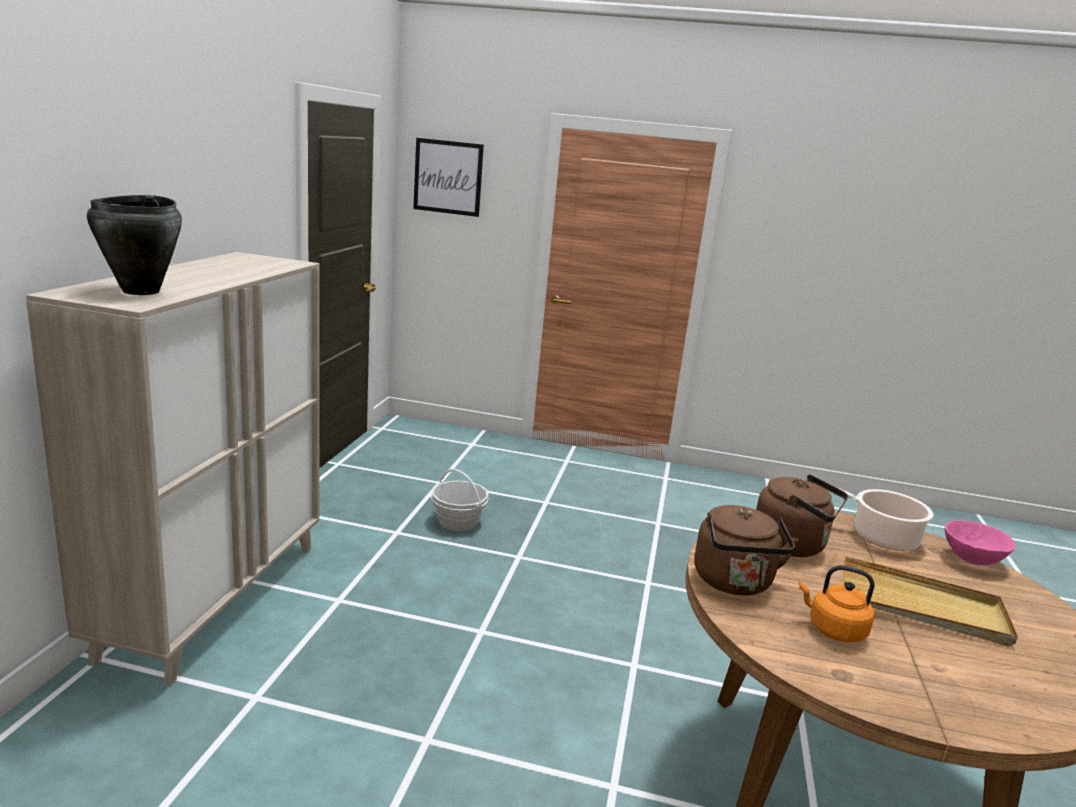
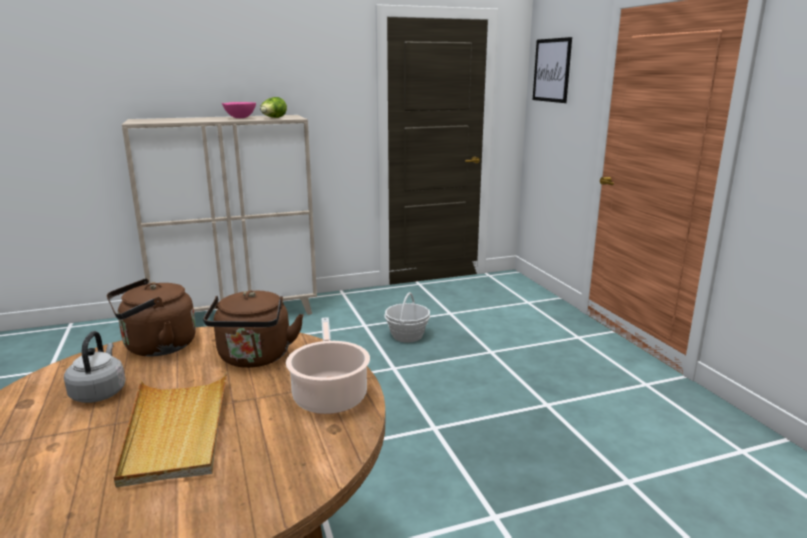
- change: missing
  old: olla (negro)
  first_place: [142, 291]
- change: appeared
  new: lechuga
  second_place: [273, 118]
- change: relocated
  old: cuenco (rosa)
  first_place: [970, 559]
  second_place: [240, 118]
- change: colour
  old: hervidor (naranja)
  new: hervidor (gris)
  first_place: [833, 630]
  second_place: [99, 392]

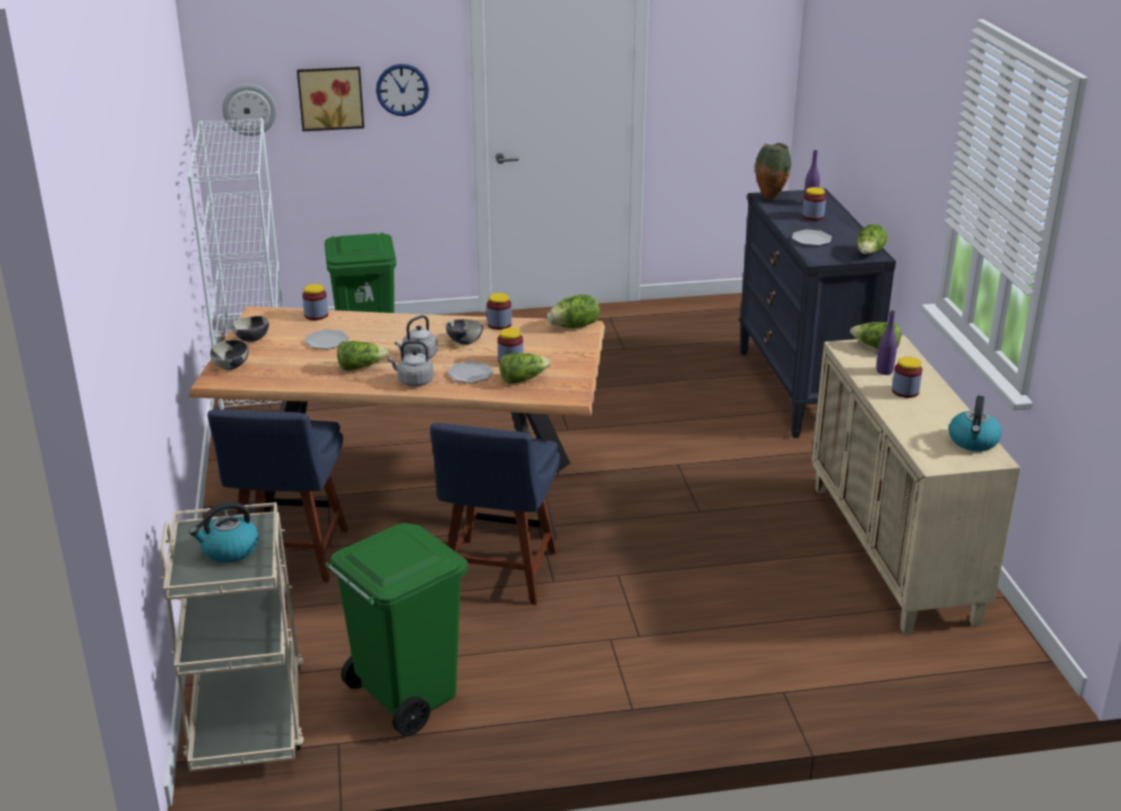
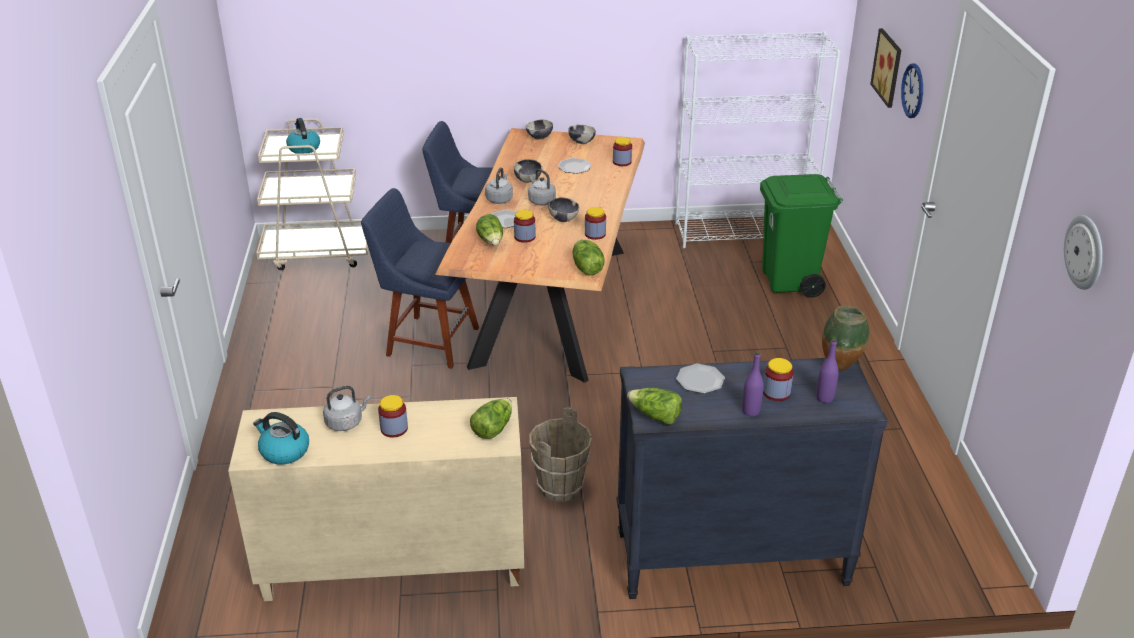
- change: missing
  old: papelera (verde)
  first_place: [404, 696]
- change: appeared
  new: hervidor (gris)
  second_place: [346, 422]
- change: appeared
  new: cubo (marrón)
  second_place: [561, 487]
- change: relocated
  old: reloj de pared
  first_place: [249, 109]
  second_place: [1085, 252]
- change: relocated
  old: botella (morado)
  first_place: [884, 371]
  second_place: [750, 411]
- change: exchanged
  old: lechuga
  new: cuenco
  first_place: [360, 367]
  second_place: [528, 180]

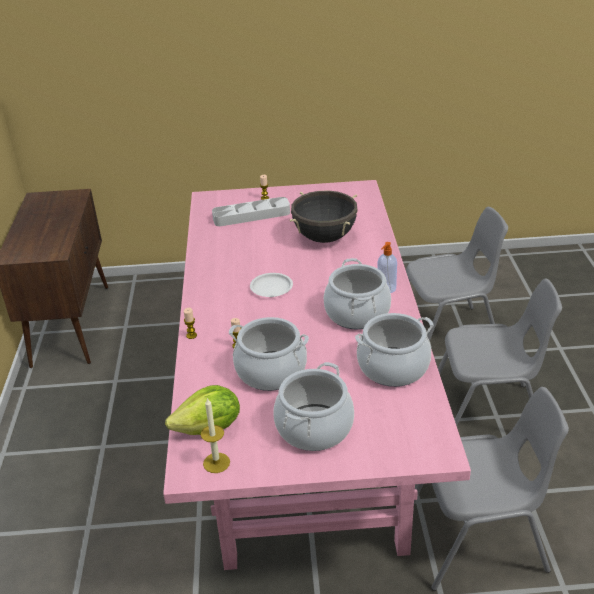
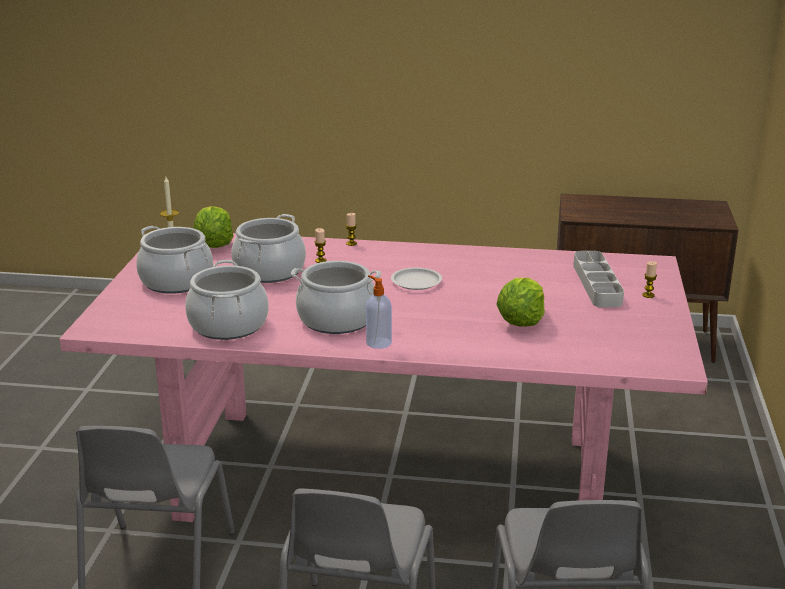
- change: exchanged
  old: olla (negro)
  new: lechuga
  first_place: [325, 238]
  second_place: [521, 321]

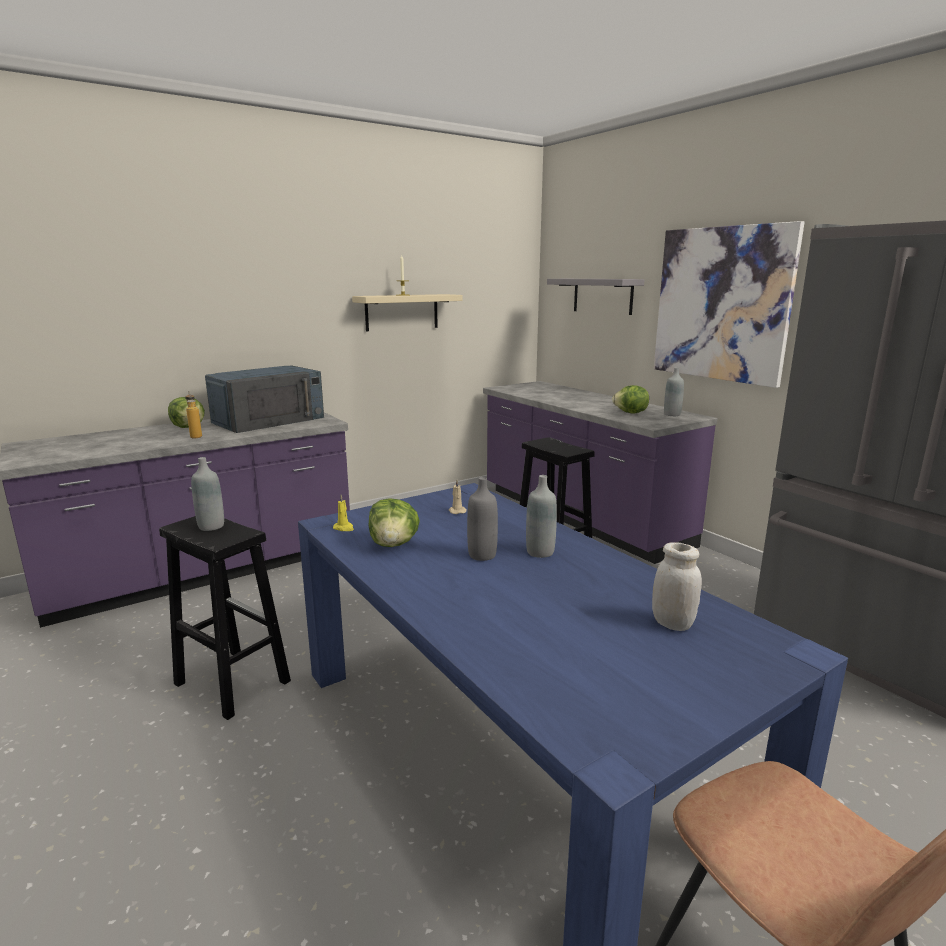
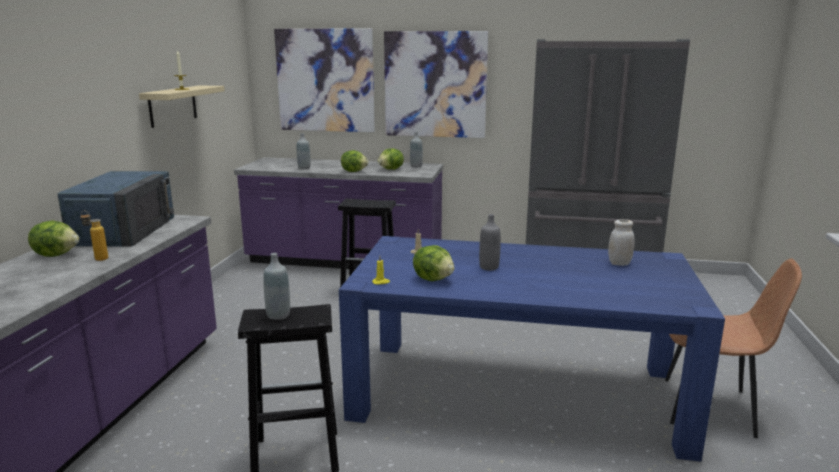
- change: appeared
  new: lechuga
  second_place: [354, 171]
- change: relocated
  old: botella (gris)
  first_place: [540, 552]
  second_place: [304, 168]
- change: exchanged
  old: estante (gris)
  new: cuadro
  first_place: [602, 296]
  second_place: [325, 80]

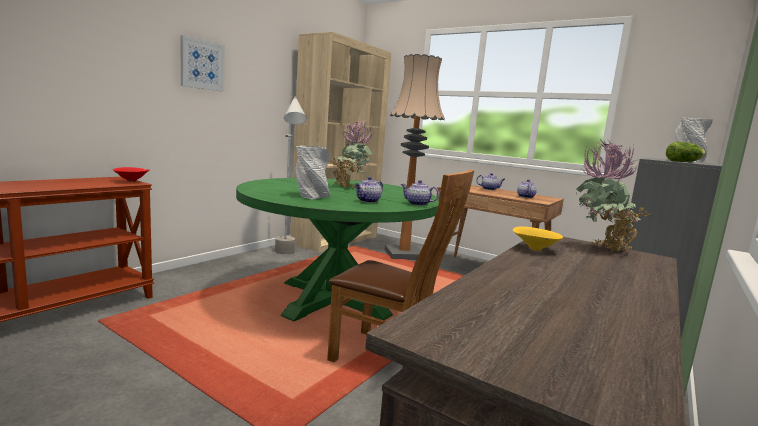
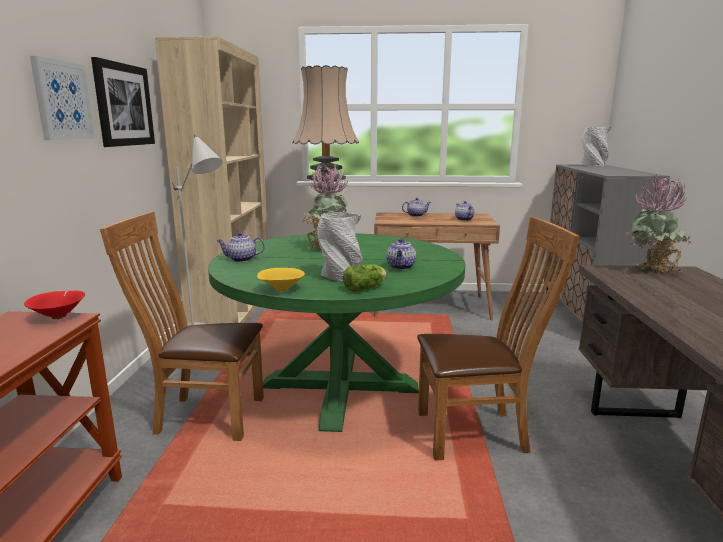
- change: appeared
  new: cuadro
  second_place: [123, 105]
- change: appeared
  new: silla (marrón)
  second_place: [204, 416]
- change: relocated
  old: tetera
  first_place: [417, 204]
  second_place: [241, 259]
- change: relocated
  old: cuenco (amarillo)
  first_place: [533, 249]
  second_place: [280, 290]
- change: relocated
  old: lechuga
  first_place: [684, 162]
  second_place: [366, 288]

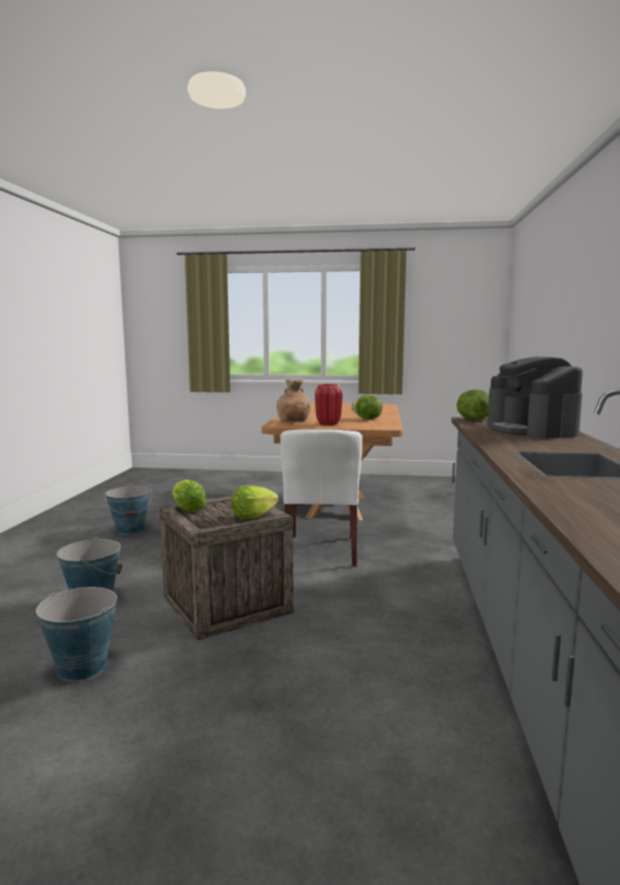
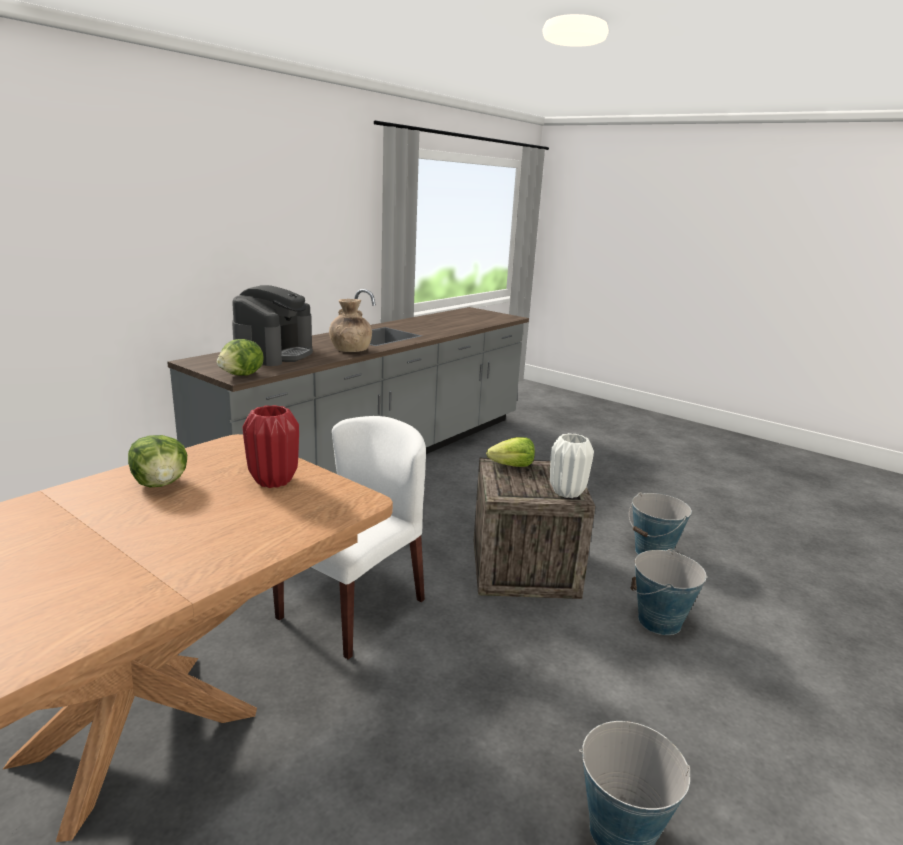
- change: relocated
  old: florero (marrón)
  first_place: [293, 421]
  second_place: [350, 350]
- change: exchanged
  old: lechuga
  new: florero (blanco)
  first_place: [187, 509]
  second_place: [567, 492]

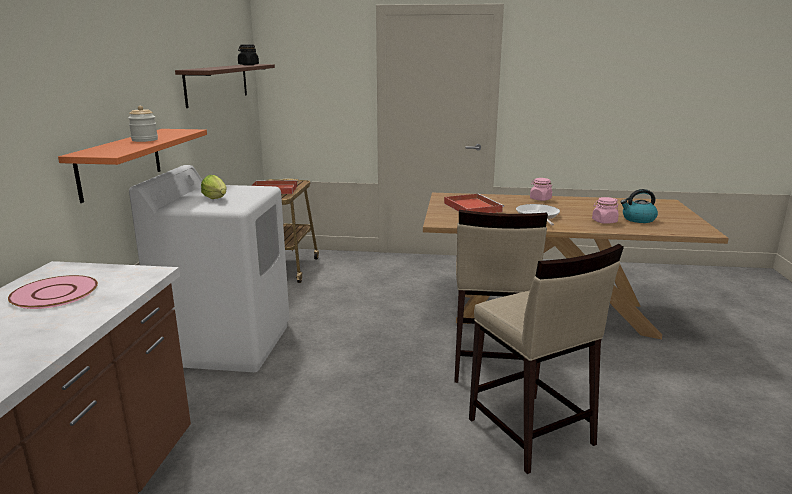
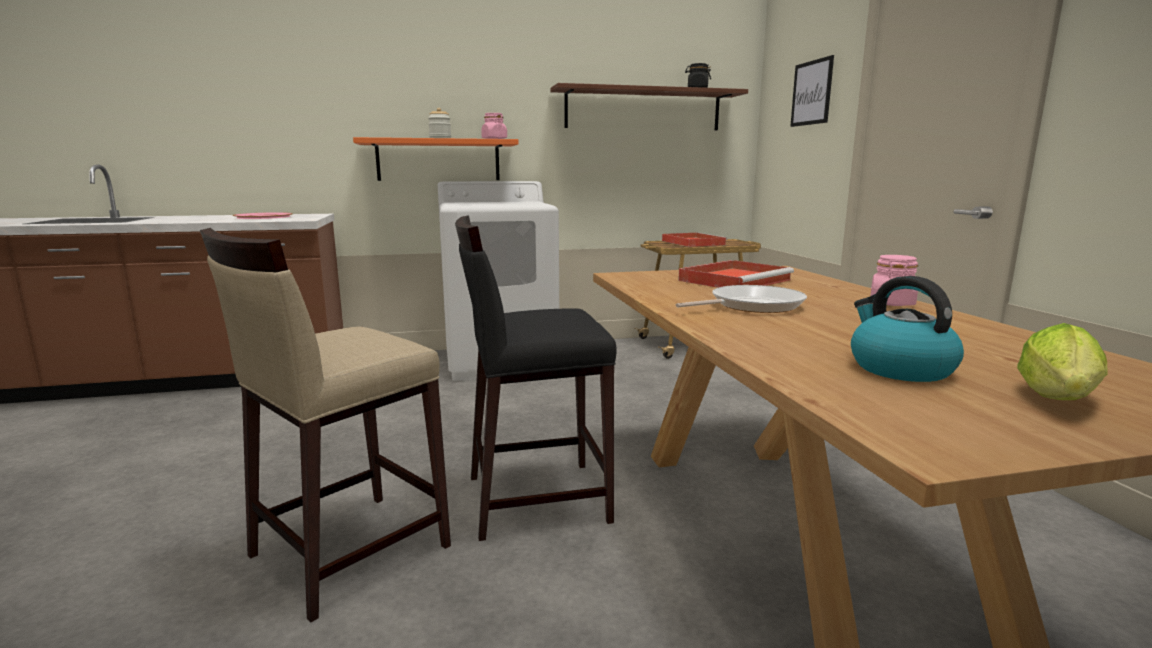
- change: appeared
  new: cuadro
  second_place: [811, 93]
- change: relocated
  old: lechuga
  first_place: [217, 199]
  second_place: [1058, 402]
- change: relocated
  old: tarro (rosa)
  first_place: [604, 221]
  second_place: [494, 139]
- change: colour
  old: taburete (beis)
  new: taburete (negro)
  first_place: [490, 364]
  second_place: [535, 498]

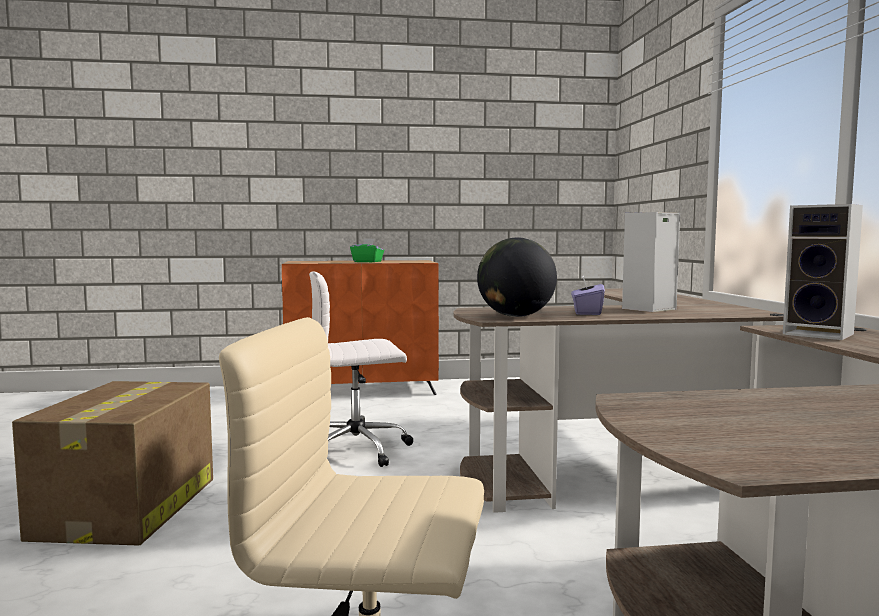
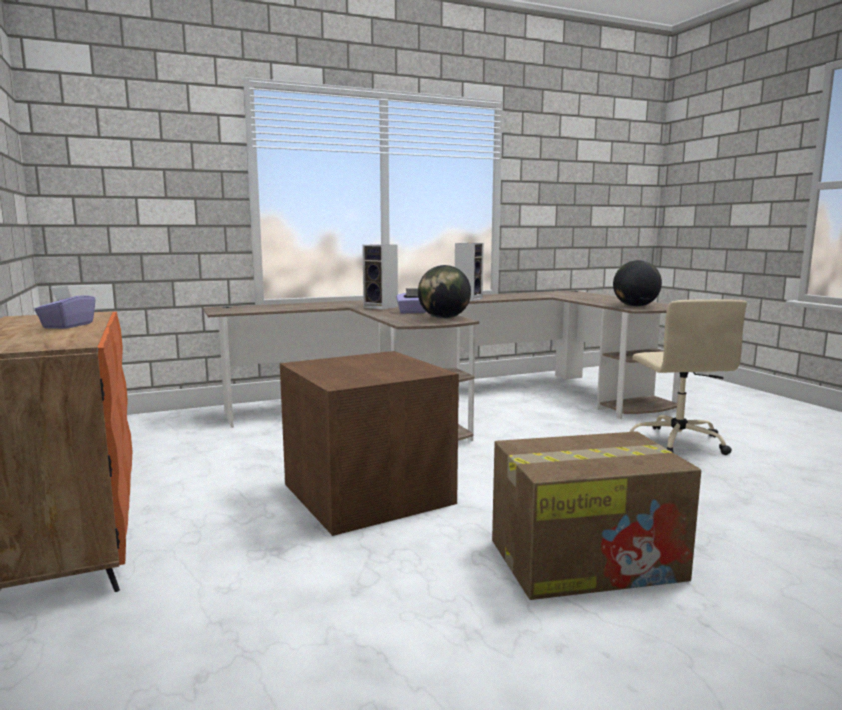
- change: appeared
  new: globo terráqueo
  second_place: [635, 306]
- change: exchanged
  old: silla de oficina (blanco)
  new: caja de almacenaje (marrón)
  first_place: [358, 449]
  second_place: [366, 495]
- change: colour
  old: caja de pañuelos (verde)
  new: caja de pañuelos (morado)
  first_place: [367, 262]
  second_place: [67, 326]

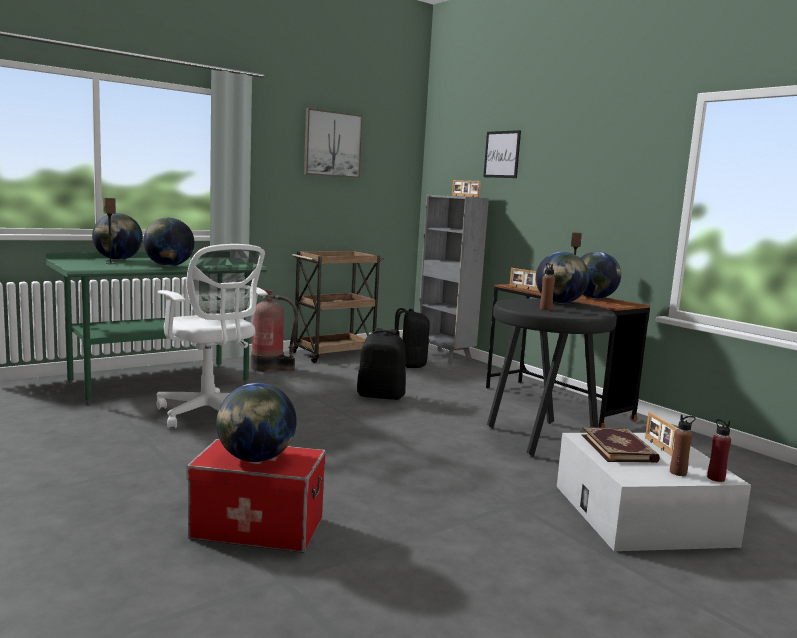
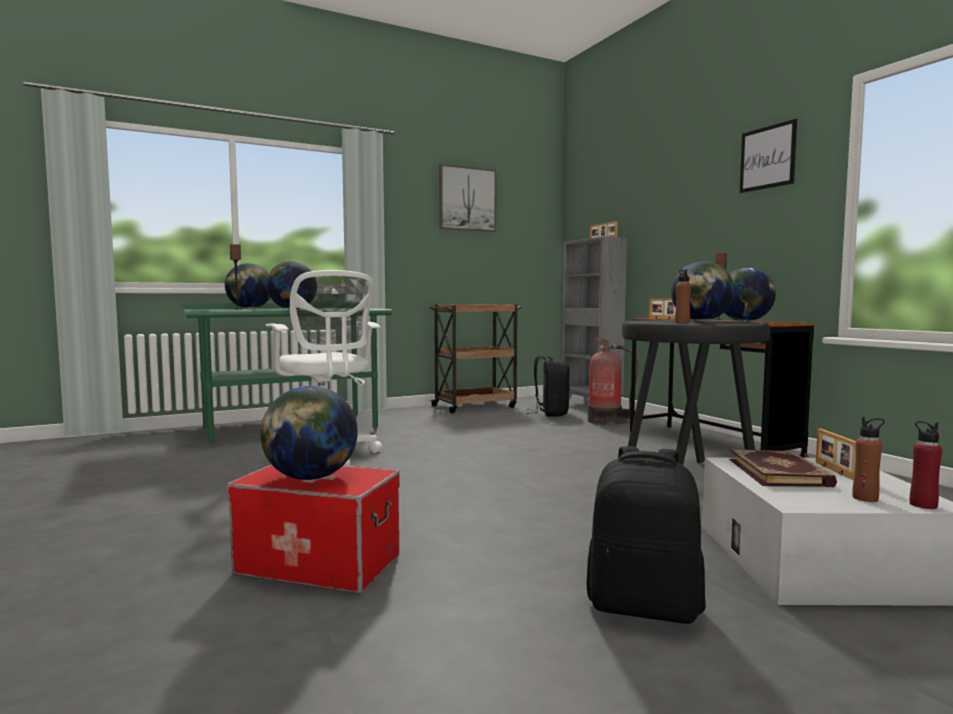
- change: relocated
  old: extintor
  first_place: [270, 368]
  second_place: [607, 421]
- change: relocated
  old: mochila (negro)
  first_place: [381, 396]
  second_place: [644, 606]
- change: relocated
  old: cuadro
  first_place: [502, 154]
  second_place: [767, 157]

